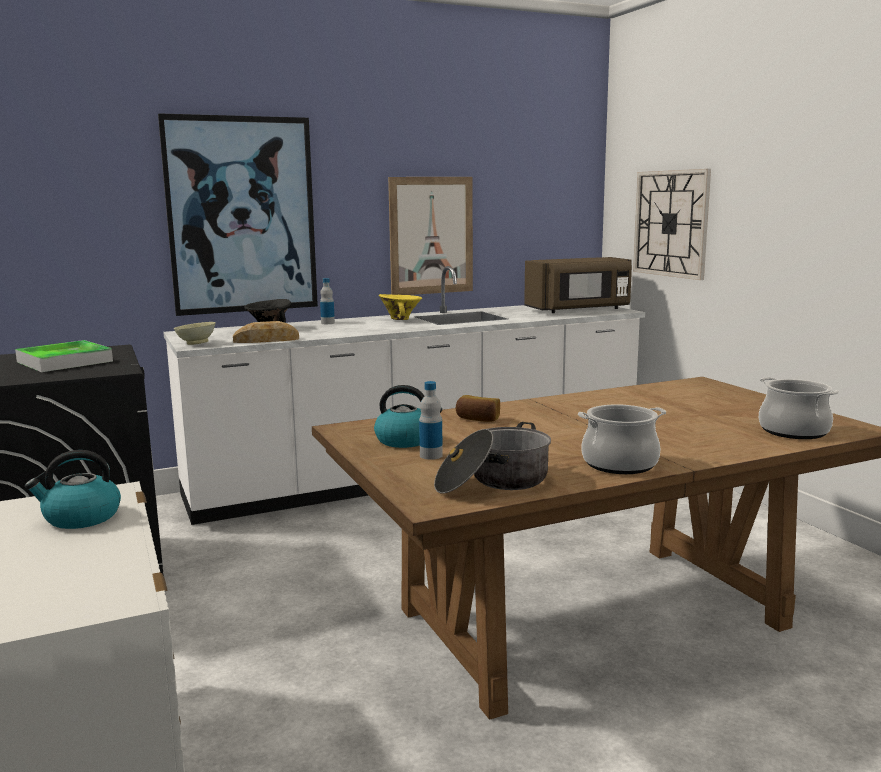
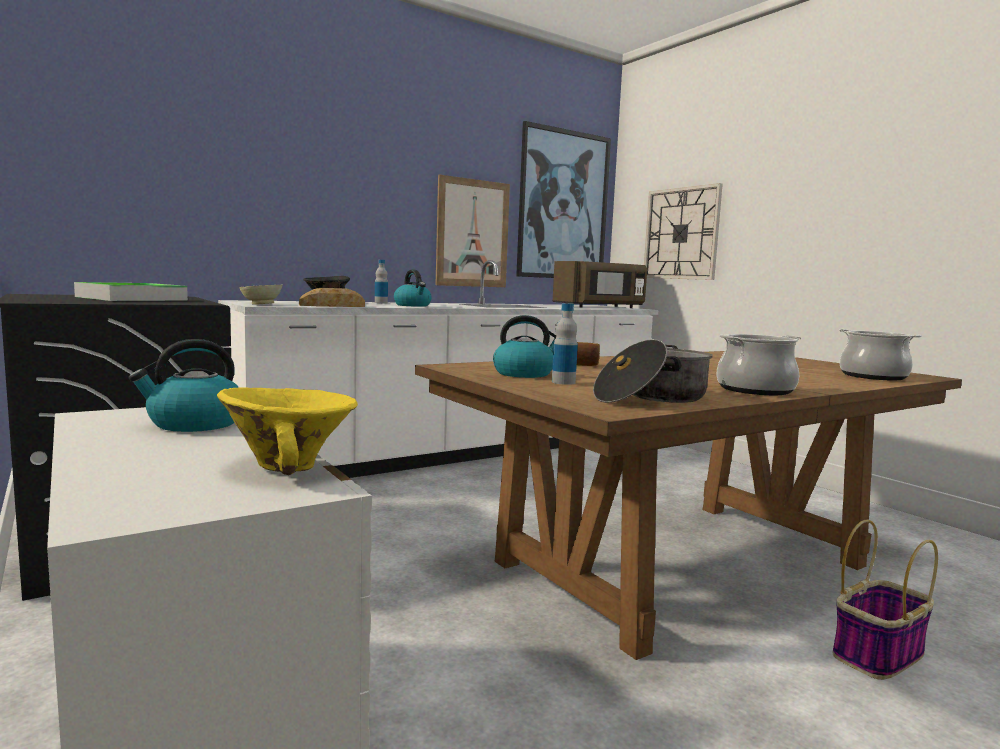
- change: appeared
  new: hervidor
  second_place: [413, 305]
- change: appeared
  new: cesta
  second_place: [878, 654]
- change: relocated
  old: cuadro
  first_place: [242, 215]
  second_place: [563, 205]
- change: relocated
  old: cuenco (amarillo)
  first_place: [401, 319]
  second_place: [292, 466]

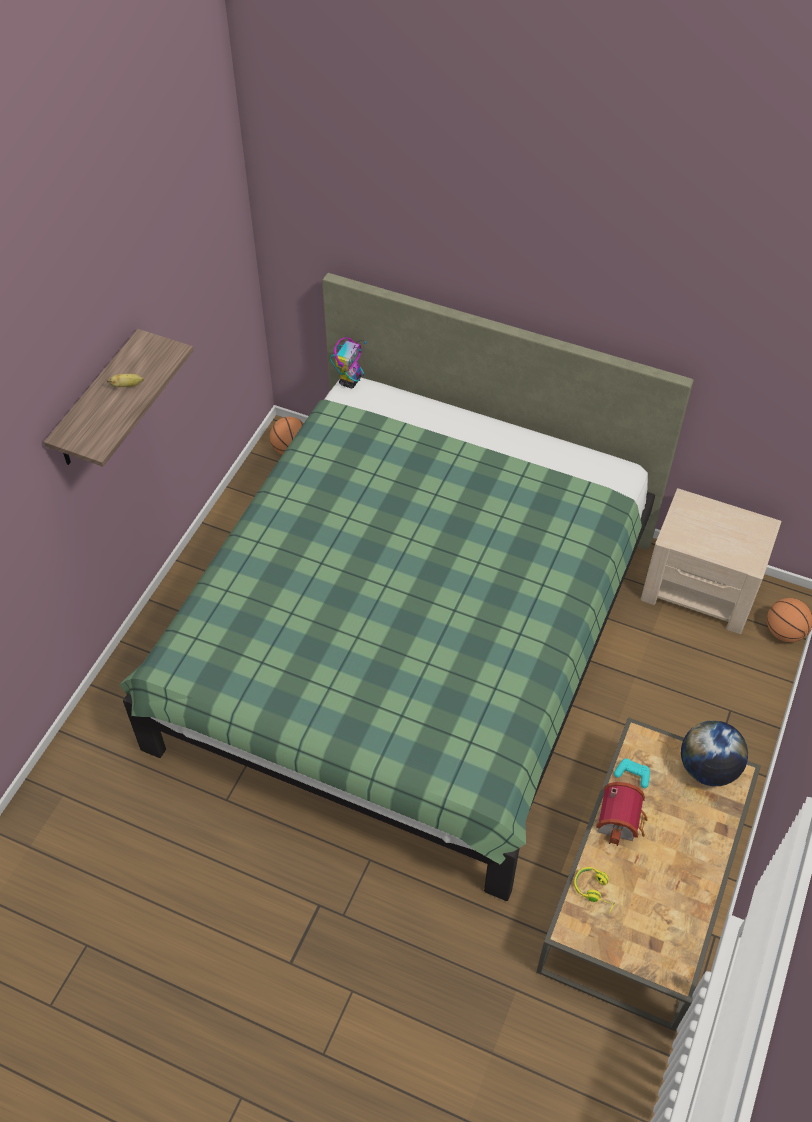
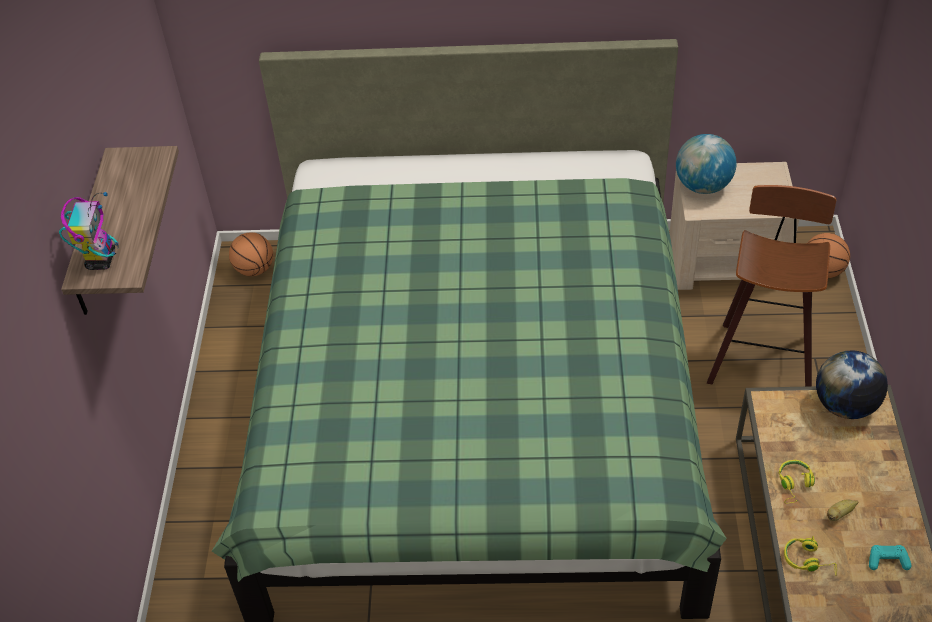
- change: appeared
  new: globo terráqueo
  second_place: [703, 186]
- change: appeared
  new: taburete
  second_place: [762, 358]
- change: relocated
  old: plátano
  first_place: [127, 385]
  second_place: [839, 514]
- change: relocated
  old: robot de juguete
  first_place: [350, 380]
  second_place: [101, 259]
- change: relocated
  old: mando de consola (turquesa)
  first_place: [632, 775]
  second_place: [887, 561]
- change: exchanged
  old: casita
  new: auriculares (amarillo)
  first_place: [621, 820]
  second_place: [794, 484]

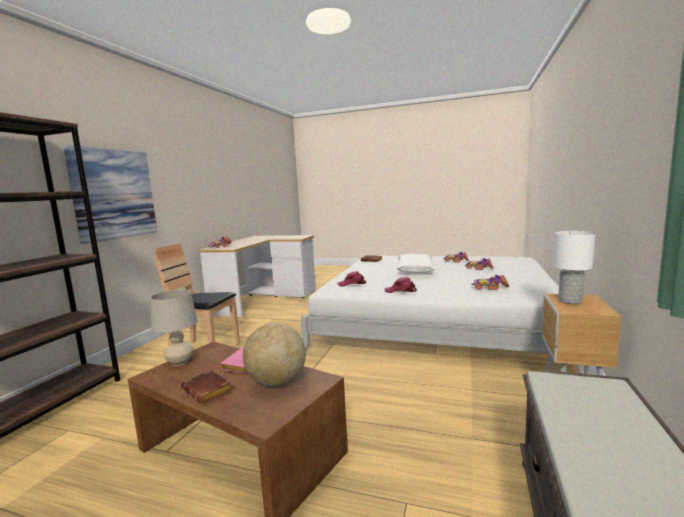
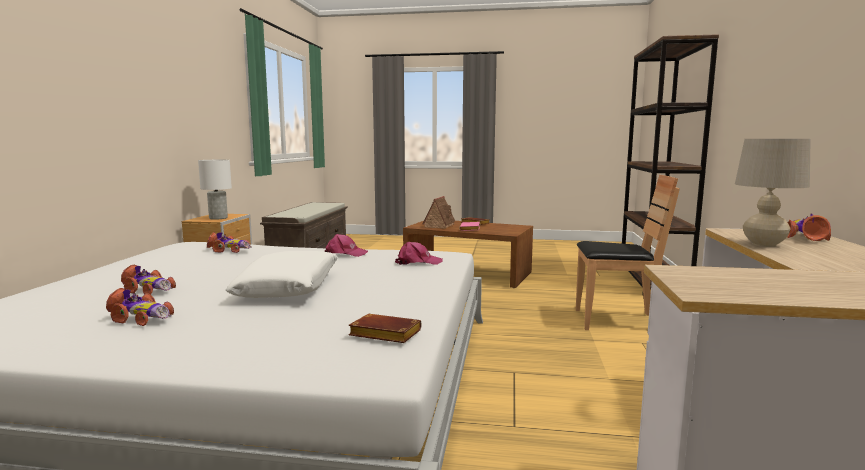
- change: missing
  old: cuadro
  first_place: [114, 194]
- change: relocated
  old: lámpara de mesa (beis)
  first_place: [180, 362]
  second_place: [763, 244]
- change: exchanged
  old: globo terráqueo
  new: casita
  first_place: [277, 383]
  second_place: [439, 225]

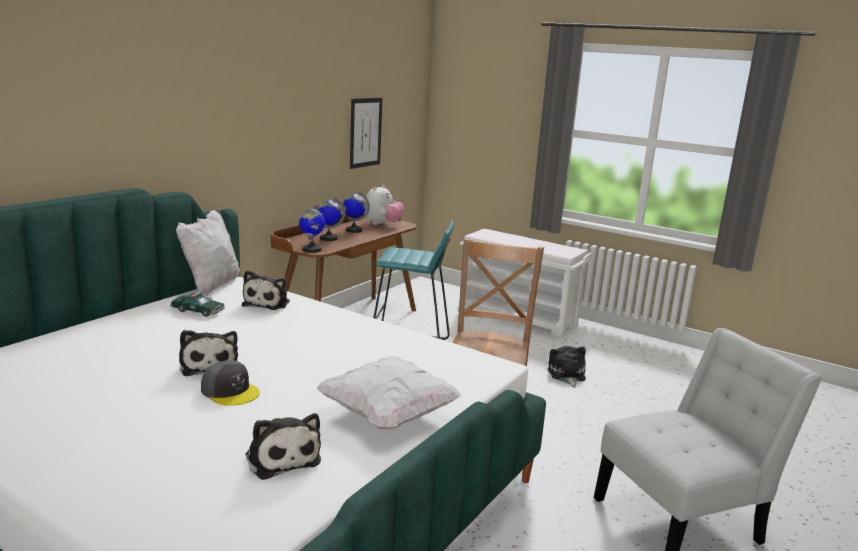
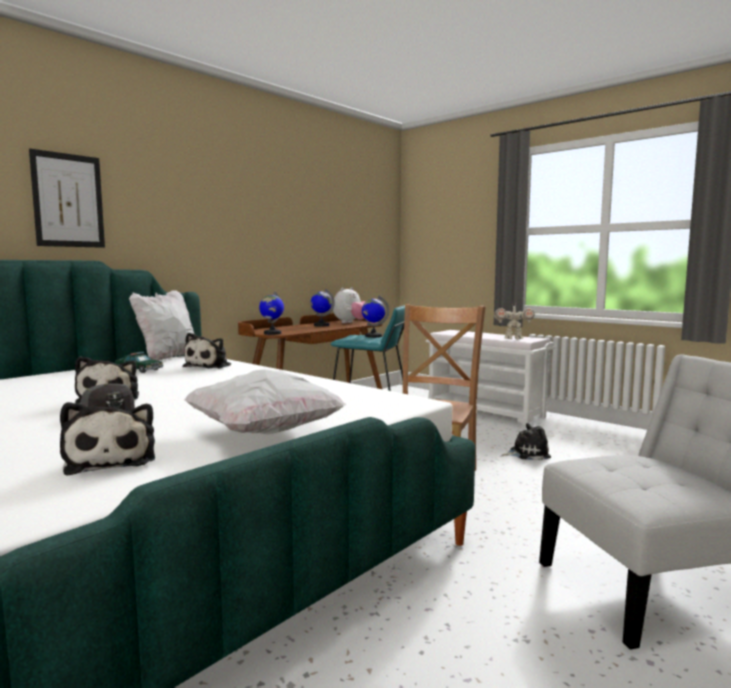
- change: appeared
  new: robot de juguete
  second_place: [513, 339]
- change: relocated
  old: globo terráqueo
  first_place: [328, 238]
  second_place: [373, 336]
- change: relocated
  old: cuadro
  first_place: [365, 132]
  second_place: [68, 200]
- change: spun
  old: peluche
  first_place: [566, 375]
  second_place: [527, 454]
  degrees: 75

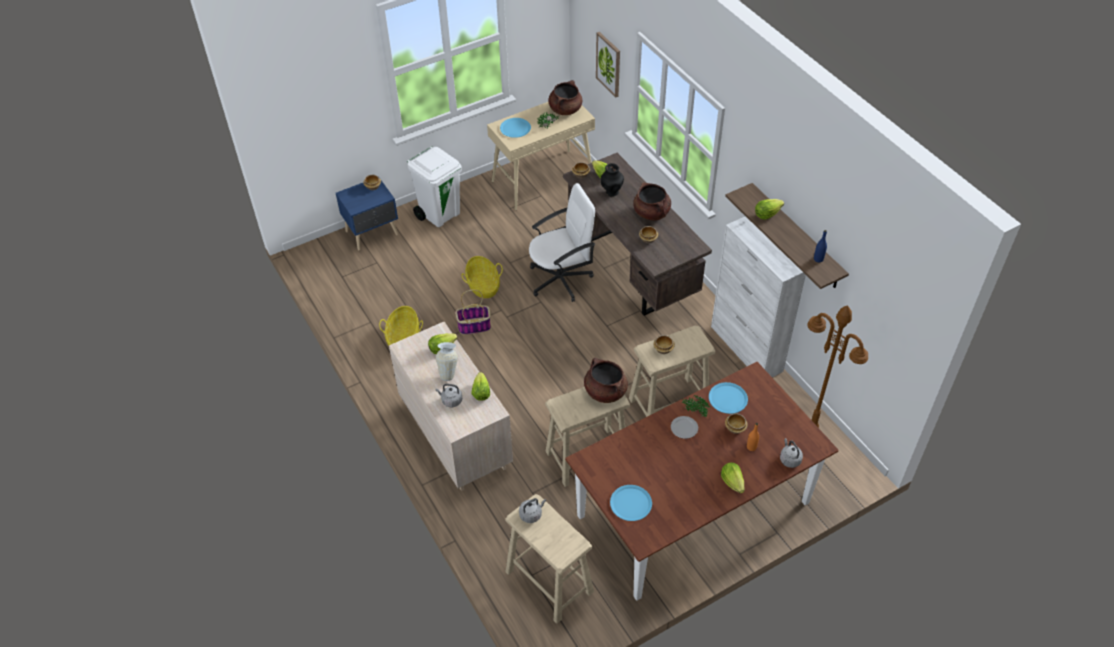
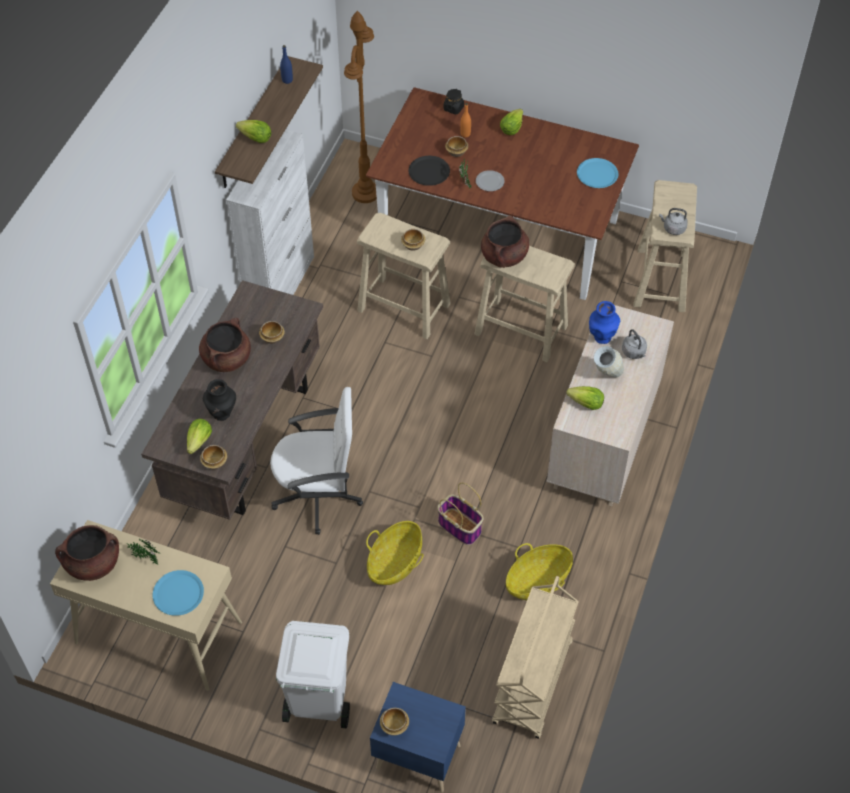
- change: missing
  old: cuadro
  first_place: [609, 64]
- change: appeared
  new: carrito (beis)
  second_place: [533, 683]
- change: exchanged
  old: lechuga
  new: florero (azul)
  first_place: [481, 392]
  second_place: [602, 337]
- change: exchanged
  old: hervidor (gris)
  new: tarro (negro)
  first_place: [789, 459]
  second_place: [453, 108]
- change: colour
  old: plato (azul)
  new: plato (negro)
  first_place: [728, 398]
  second_place: [429, 171]
- change: spun
  old: silla de oficina (blanco)
  first_place: [561, 279]
  second_place: [319, 495]
  degrees: 150

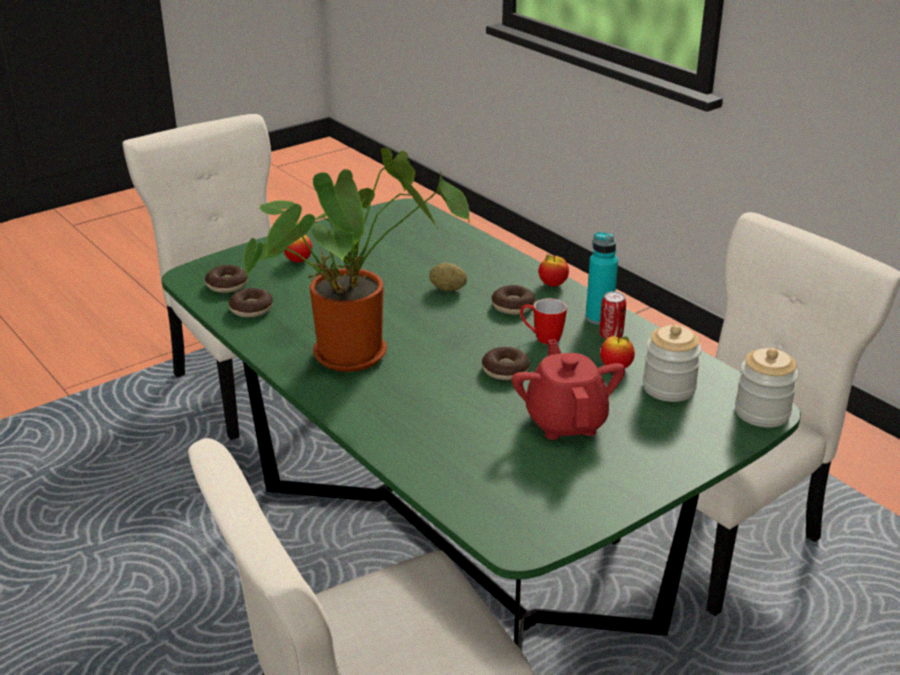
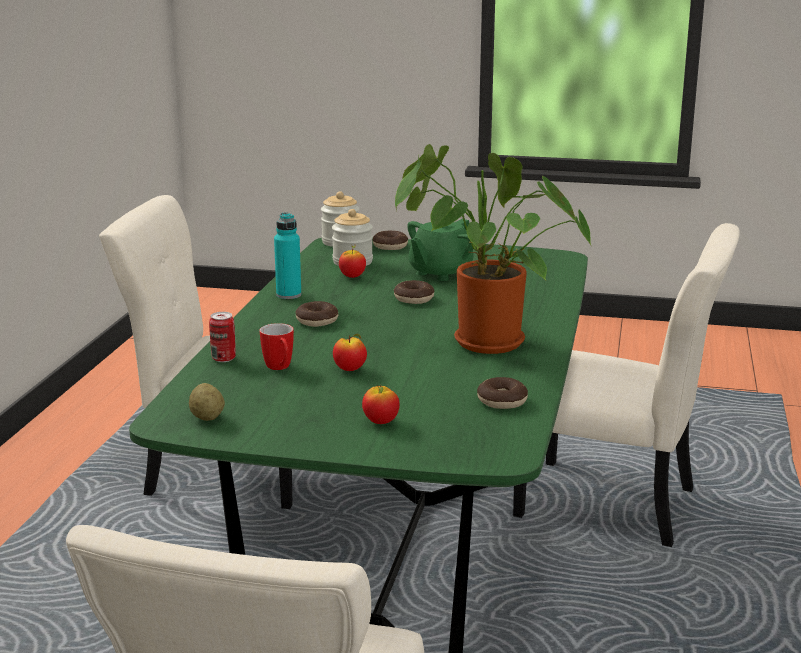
- change: relocated
  old: rosquilla
  first_place: [227, 285]
  second_place: [390, 246]
- change: relocated
  old: patata
  first_place: [448, 289]
  second_place: [207, 417]
- change: relocated
  old: taza grande
  first_place: [541, 338]
  second_place: [280, 368]
- change: relocated
  old: manzana
  first_place: [552, 284]
  second_place: [350, 369]
- change: relocated
  old: lata
  first_place: [611, 336]
  second_place: [223, 359]
- change: colour
  old: tetera (rojo)
  new: tetera (verde)
  first_place: [566, 422]
  second_place: [440, 273]

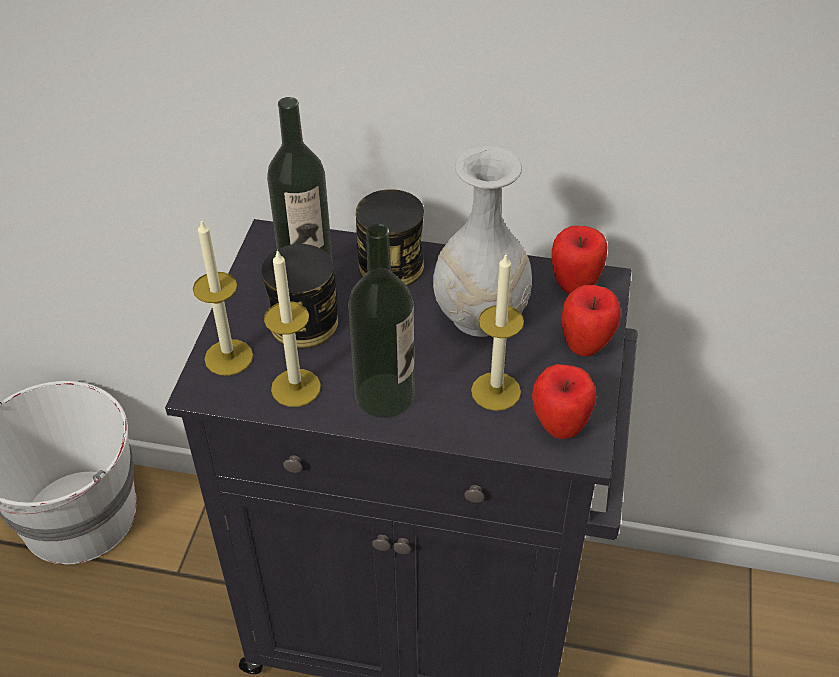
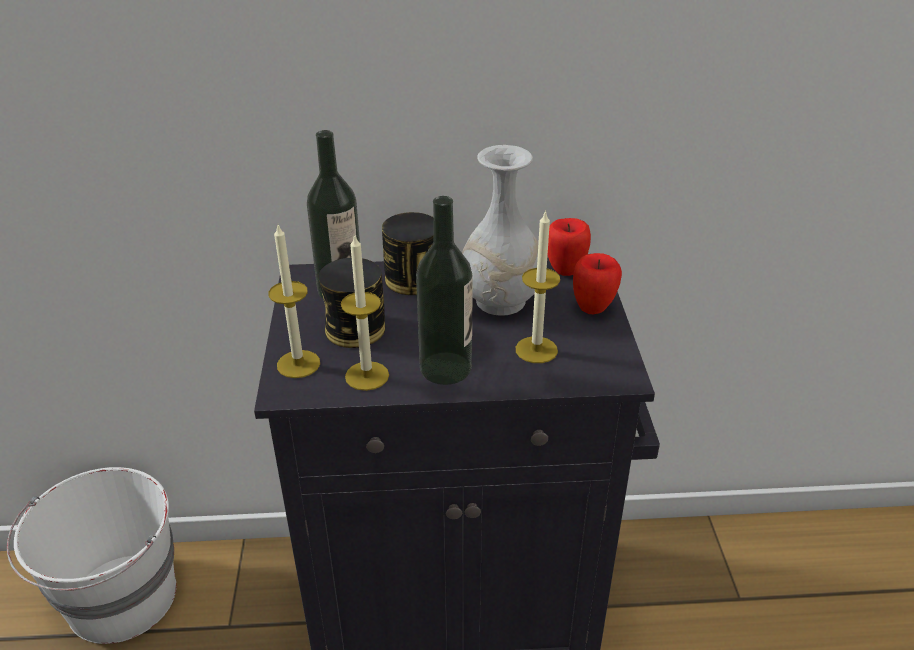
- change: missing
  old: manzana
  first_place: [559, 428]

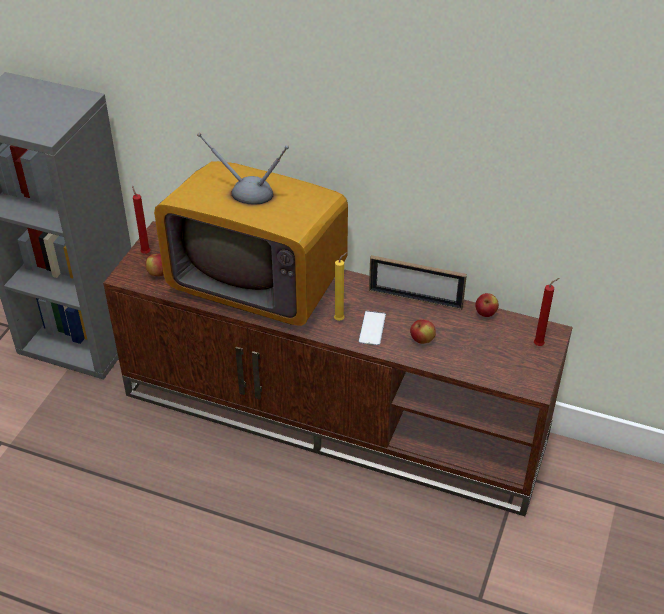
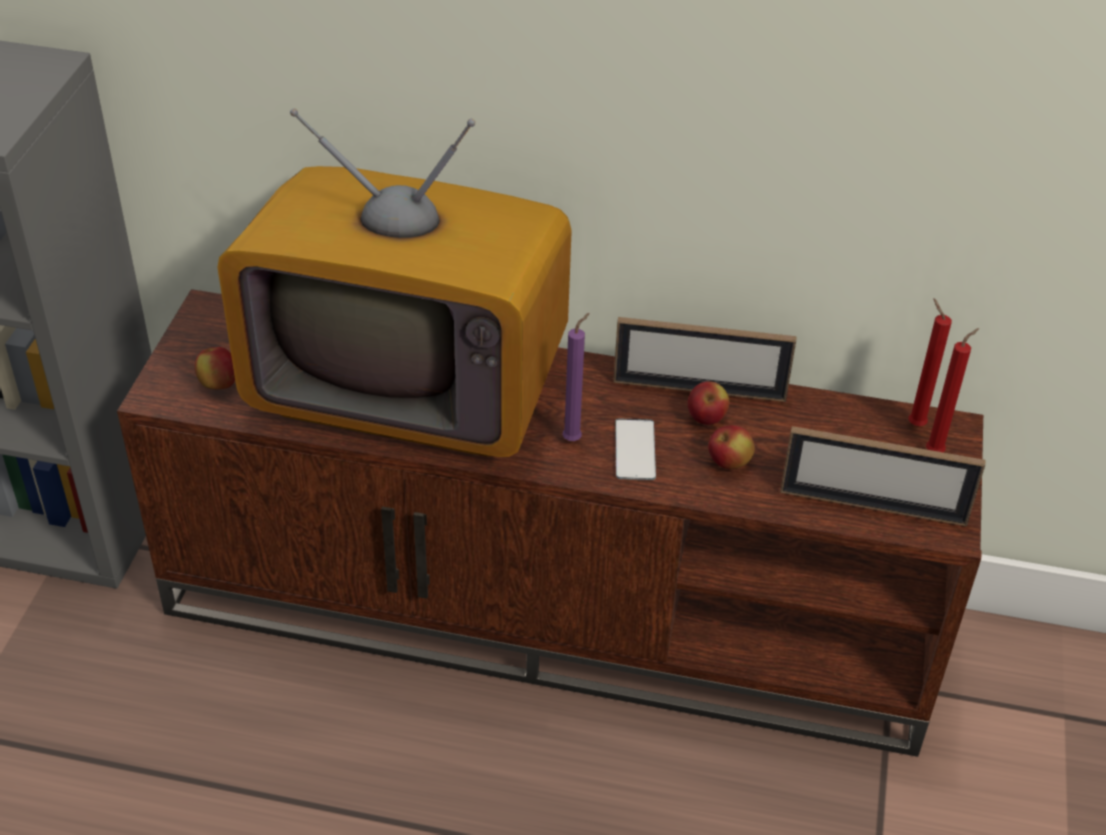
- change: appeared
  new: portarretratos
  second_place: [872, 506]
- change: relocated
  old: vela (rojo)
  first_place: [145, 252]
  second_place: [914, 423]
- change: relocated
  old: manzana
  first_place: [485, 313]
  second_place: [706, 419]
- change: colour
  old: vela (amarillo)
  new: vela (morado)
  first_place: [340, 319]
  second_place: [574, 438]

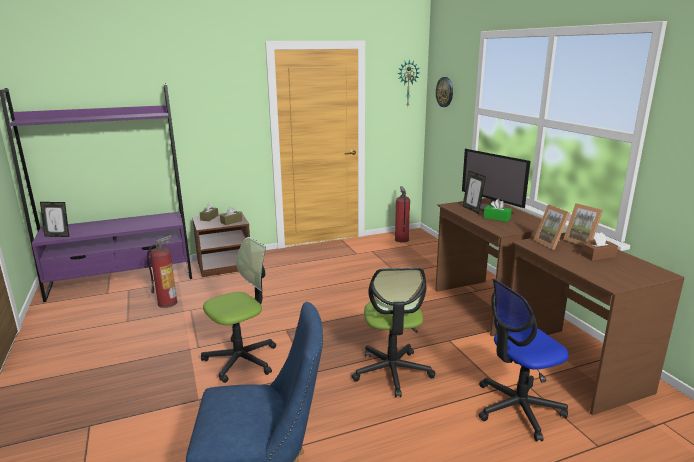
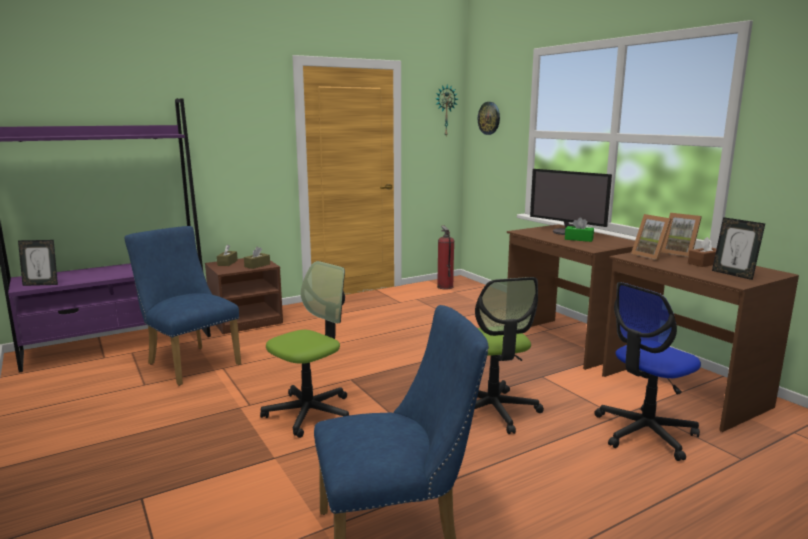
- change: relocated
  old: portarretratos
  first_place: [472, 209]
  second_place: [733, 274]
- change: exchanged
  old: extintor
  new: silla (azul)
  first_place: [167, 303]
  second_place: [190, 362]

